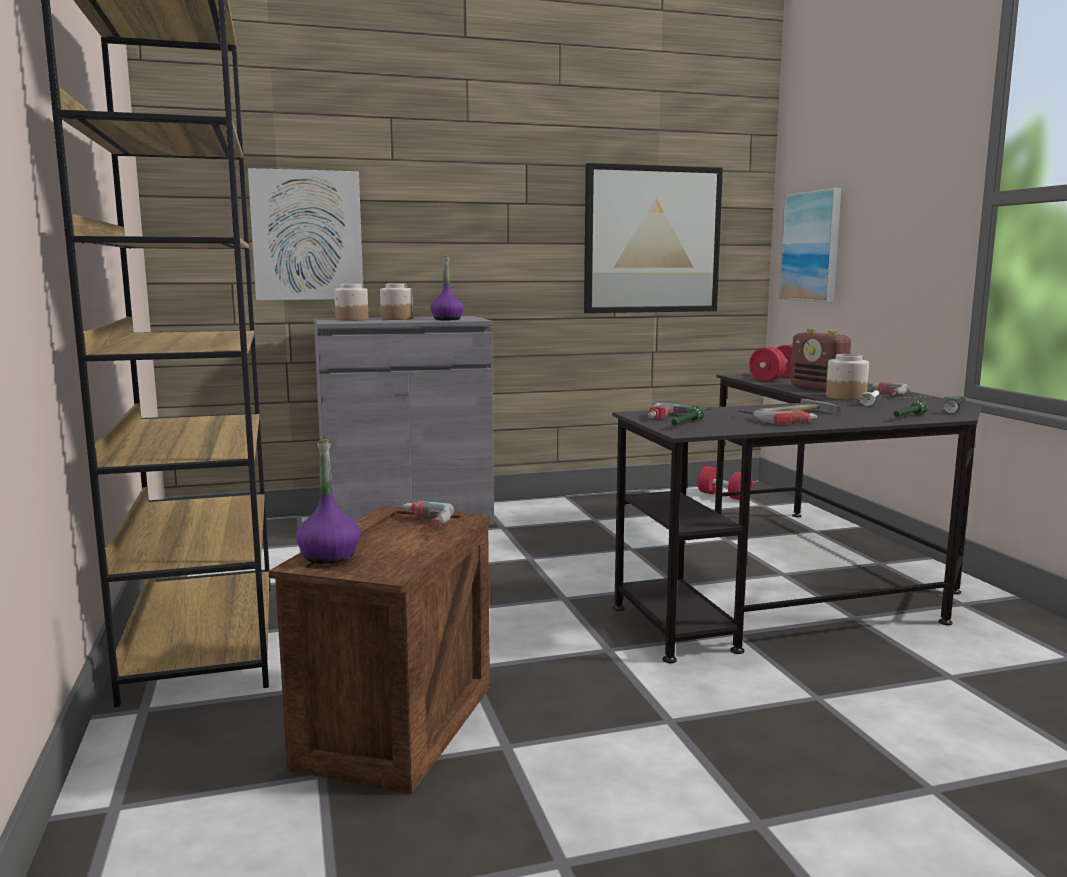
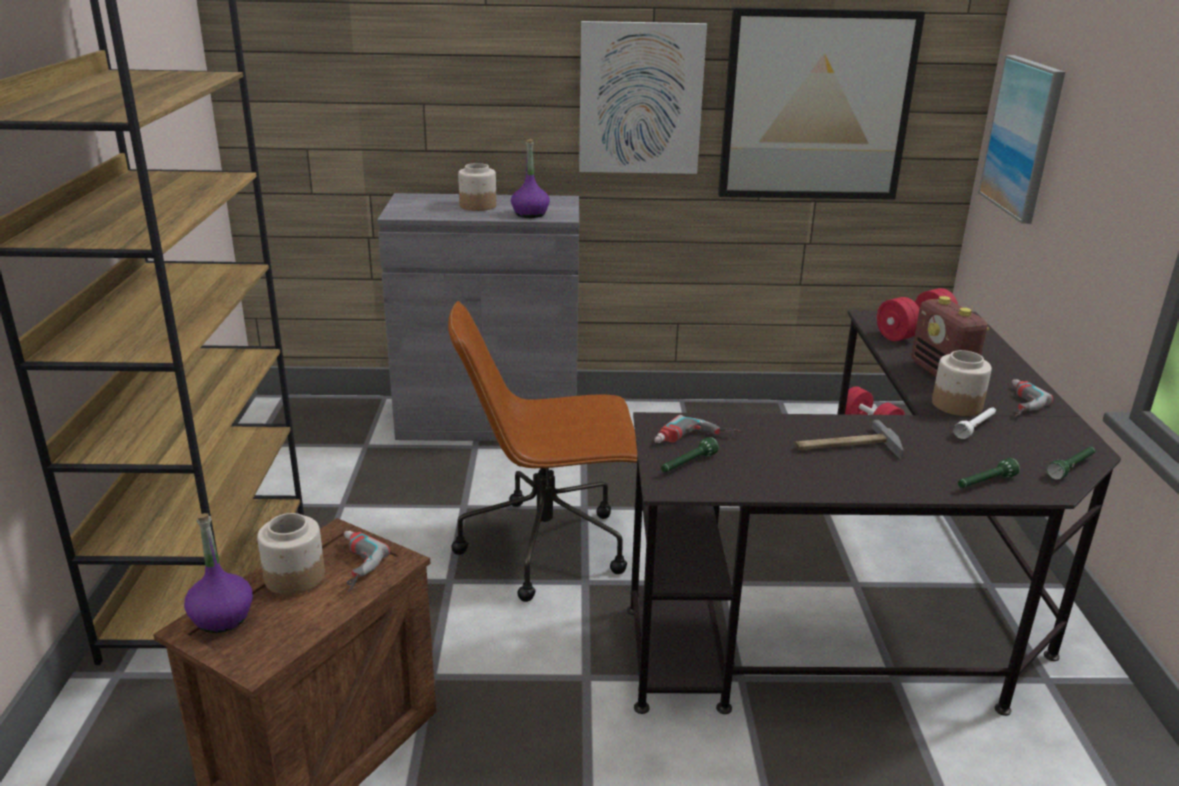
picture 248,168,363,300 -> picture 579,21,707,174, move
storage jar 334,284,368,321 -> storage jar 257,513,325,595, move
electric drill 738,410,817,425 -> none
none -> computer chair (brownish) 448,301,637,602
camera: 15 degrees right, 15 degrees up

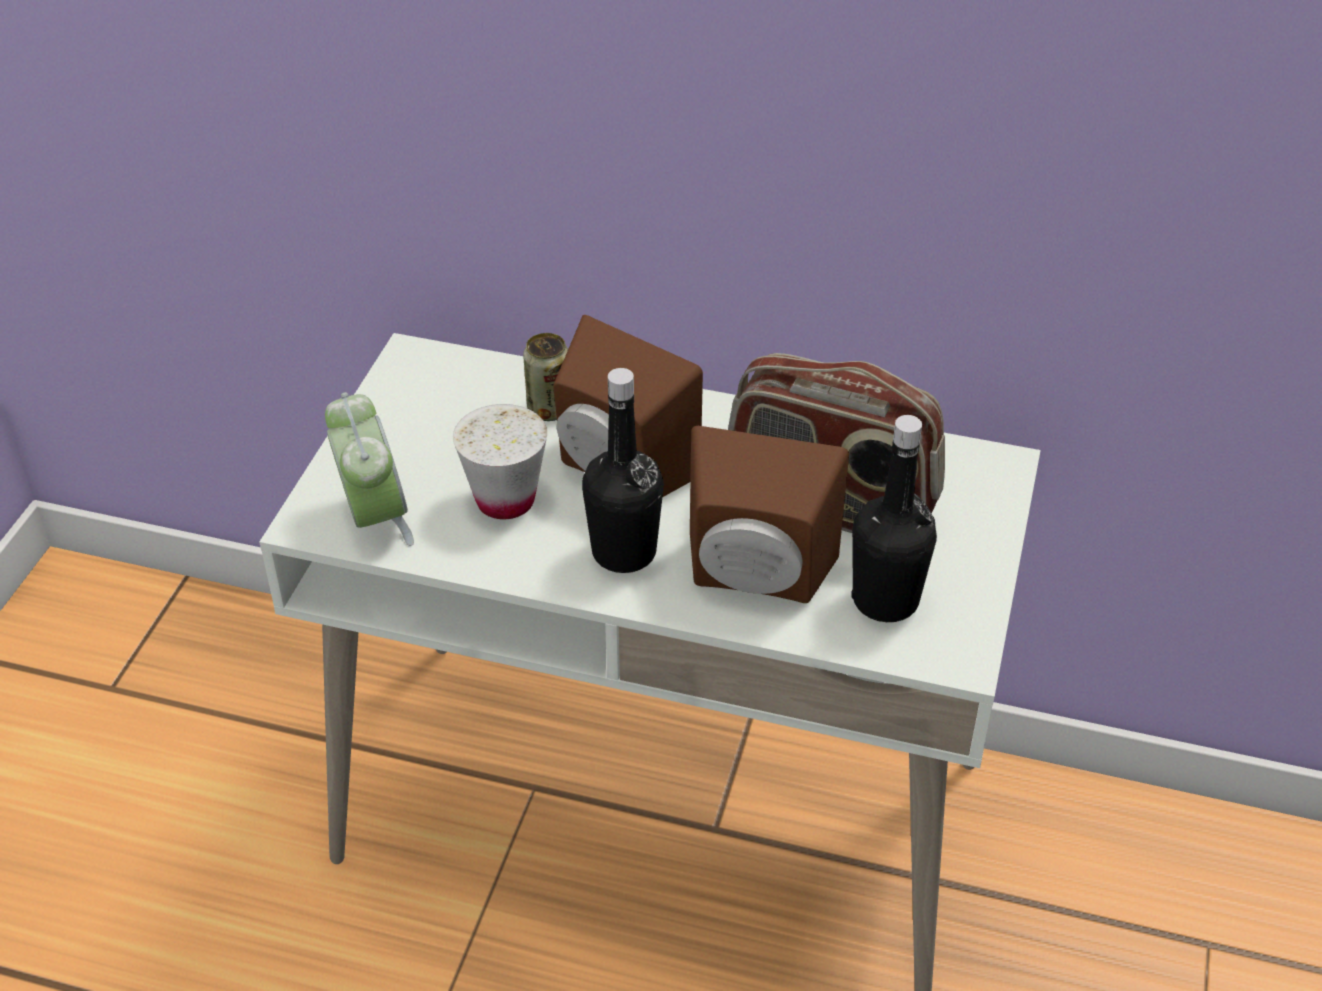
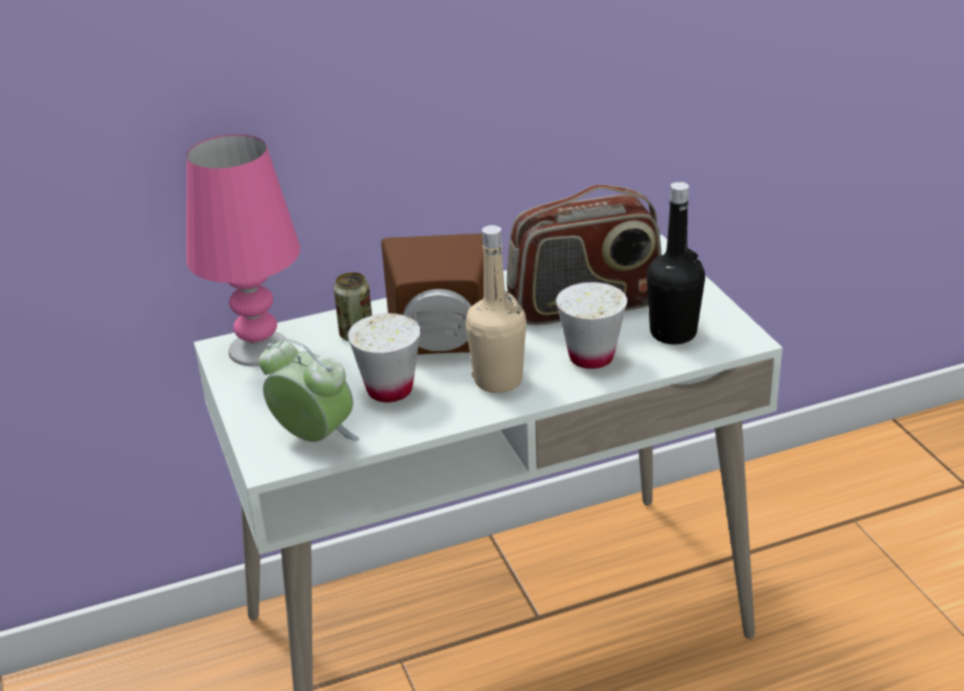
bottle (black) 582,368,664,573 -> bottle (beige) 465,225,526,393
audio speaker (brownish) 690,426,849,603 -> small cup (white-coloured) 556,282,627,369
none -> lamp for a table (pinkish) 186,134,300,366
camera: 35 degrees left, 10 degrees down

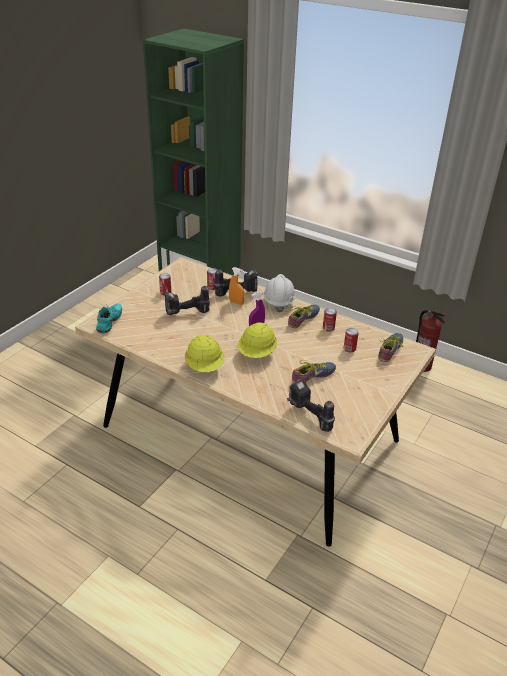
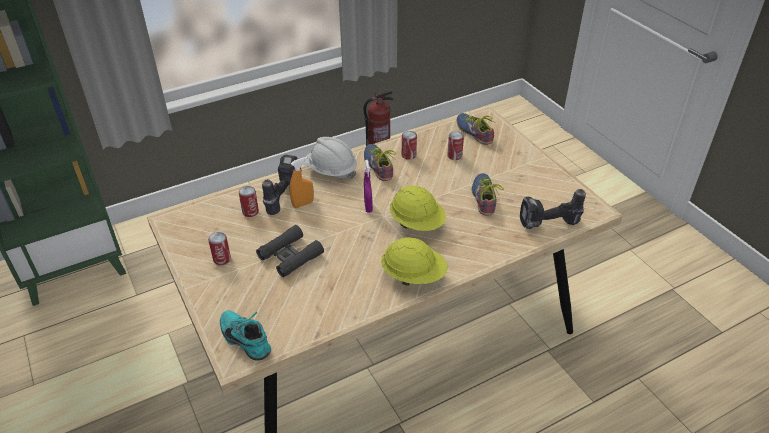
electric drill 164,286,210,315 -> field glasses (black) 256,225,324,277
camera: 60 degrees left, 5 degrees up

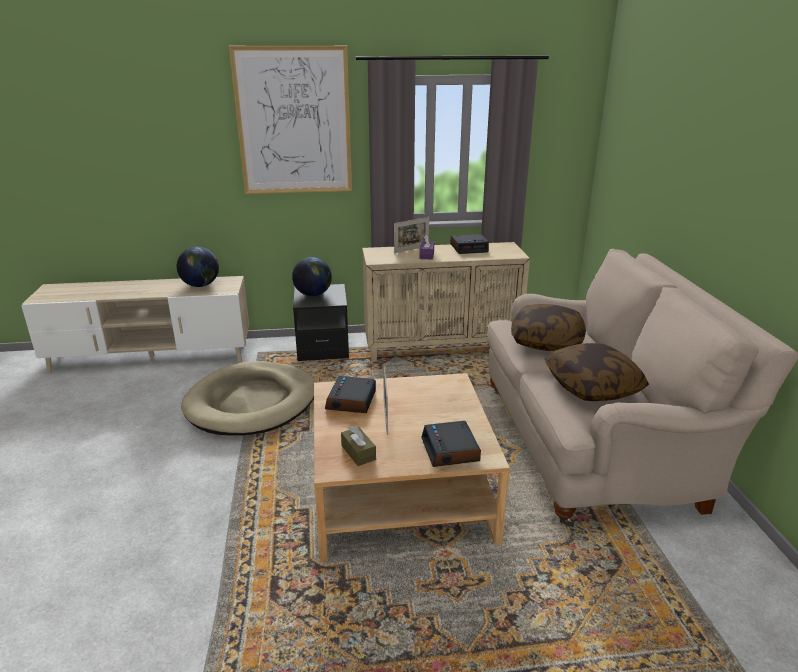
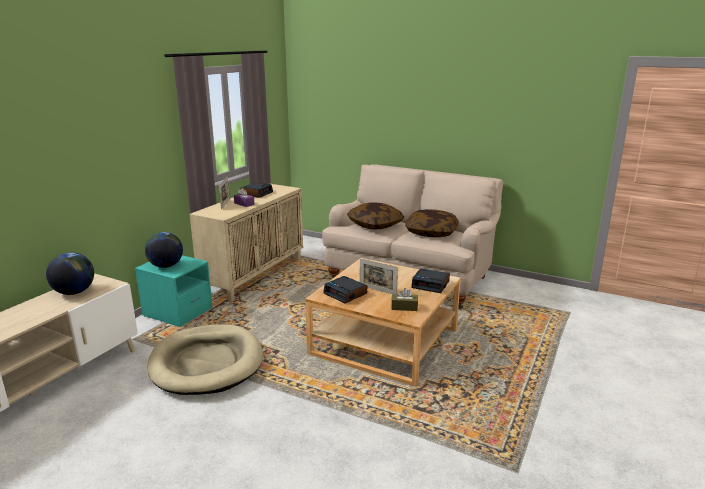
picture 229,46,352,194 -> none
nightstand (black) 293,284,349,361 -> nightstand (blue-green) 135,255,213,327
camera: 55 degrees left, 5 degrees down

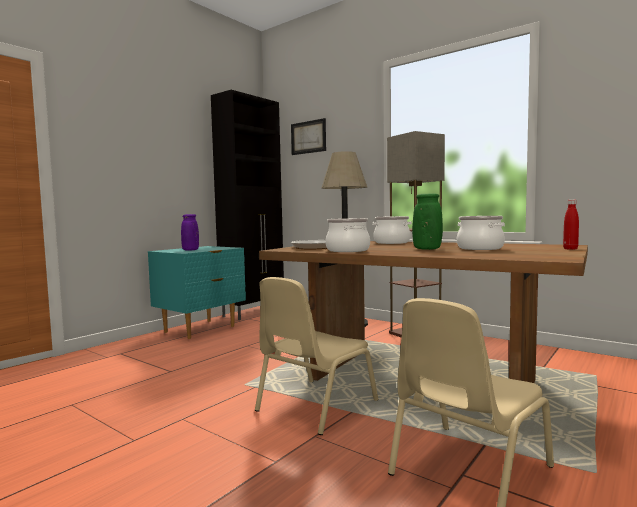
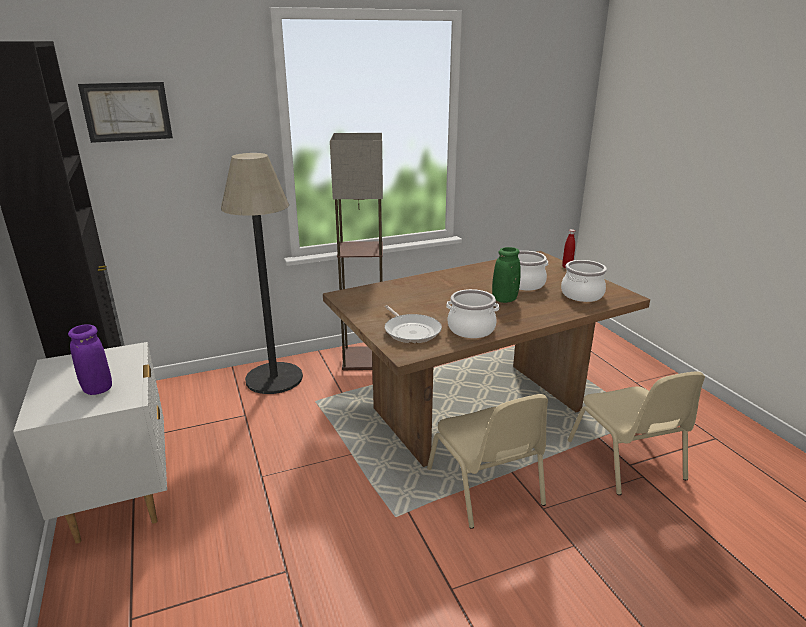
saucepot 372,216,412,244 -> saucepot 561,260,607,302, move
nightstand (blue-green) 148,246,246,339 -> nightstand (white-coloured) 13,342,167,544
camera: 60 degrees left, 20 degrees up

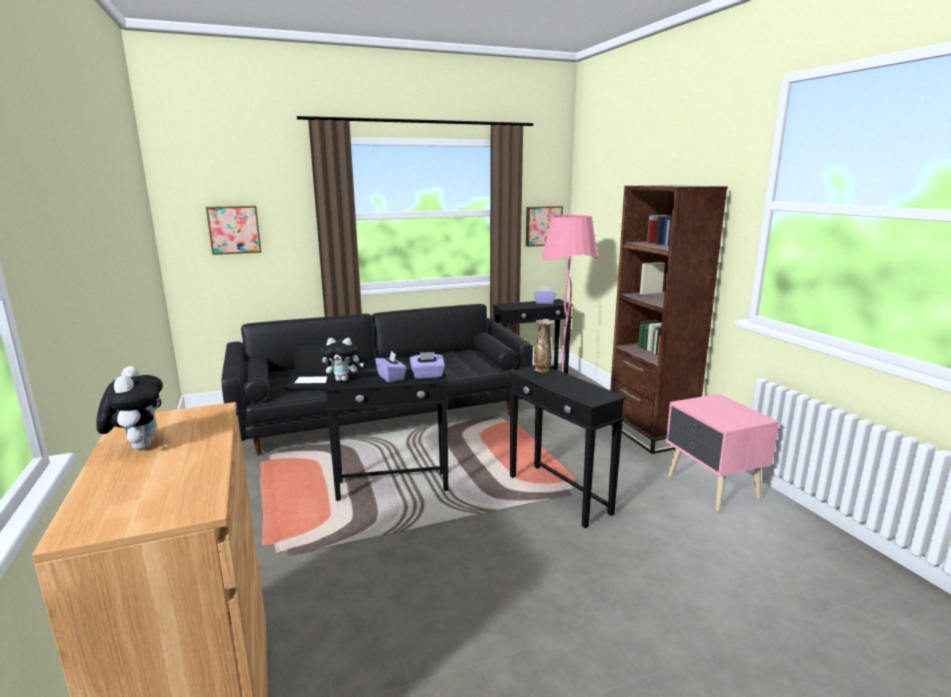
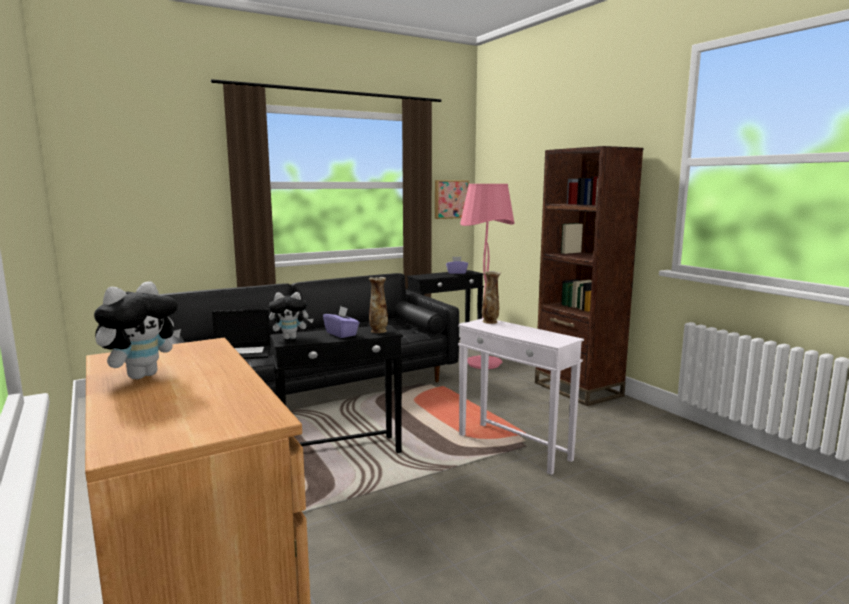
picture 206,206,262,255 -> none
box of tissues (purple) 410,352,445,379 -> flower vase 369,277,388,333
end table (black) 509,365,626,528 -> end table (white-coloured) 458,318,584,475
plush toy 96,366,163,450 -> plush toy 94,281,181,379, 60 degrees clockwise
nightstand (pinkish) 666,394,779,511 -> none
camera: 10 degrees left, 5 degrees down

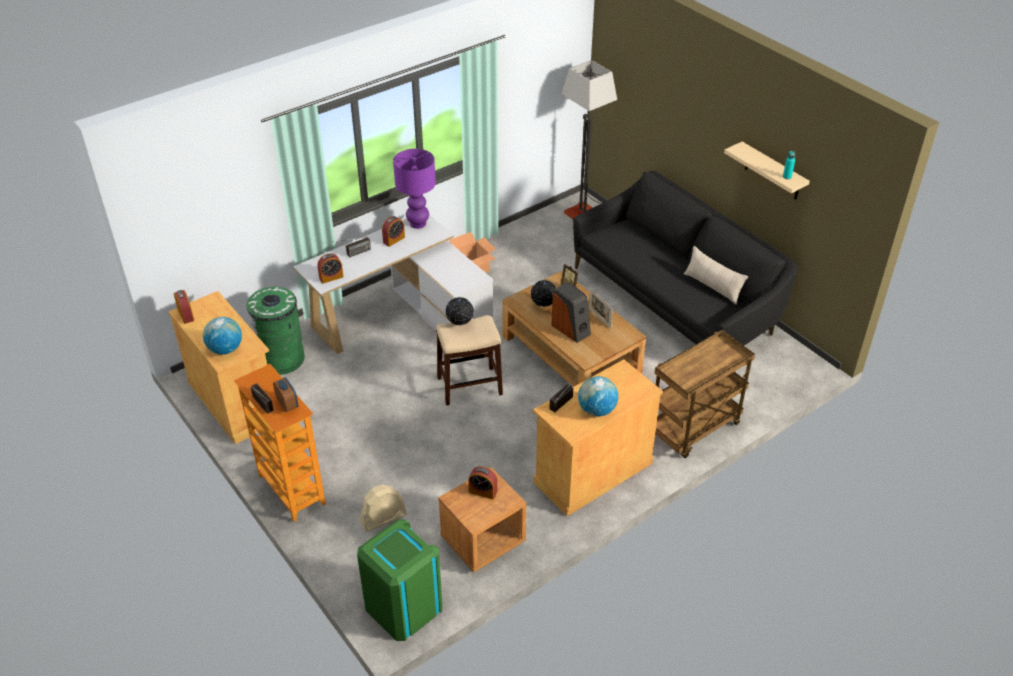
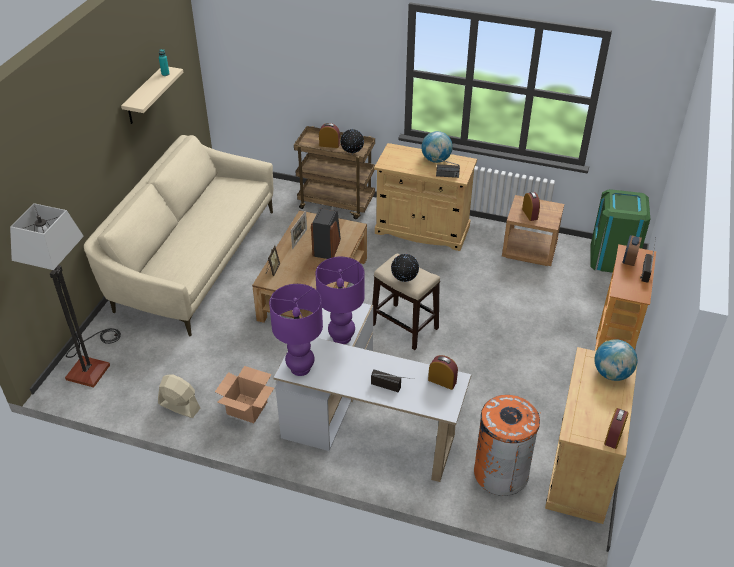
couch (black) 573,171,798,346 -> couch (beige) 84,135,273,336
alarm clock 382,216,405,247 -> alarm clock 319,123,340,148, move
pillow (beige) 684,246,748,305 -> none
desk globe 531,280,556,307 -> desk globe 340,129,364,154, move
rubbish bin (green-coloured) 246,287,305,375 -> rubbish bin (orange) 474,395,540,496
fan (beige) 360,484,407,532 -> fan (beige) 158,374,201,418, move
none -> lamp for a table (purple) 316,257,365,344
camera: 125 degrees left, 0 degrees up

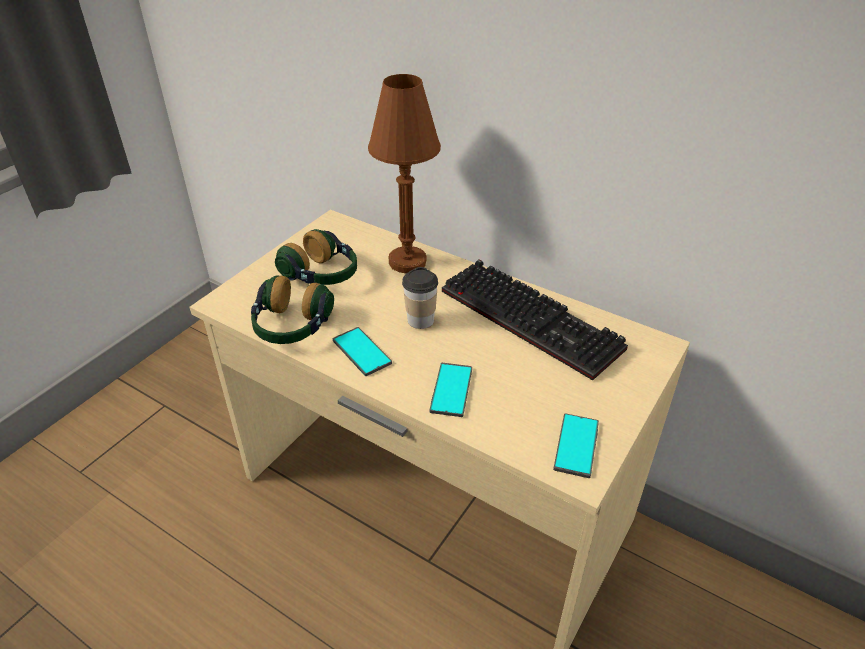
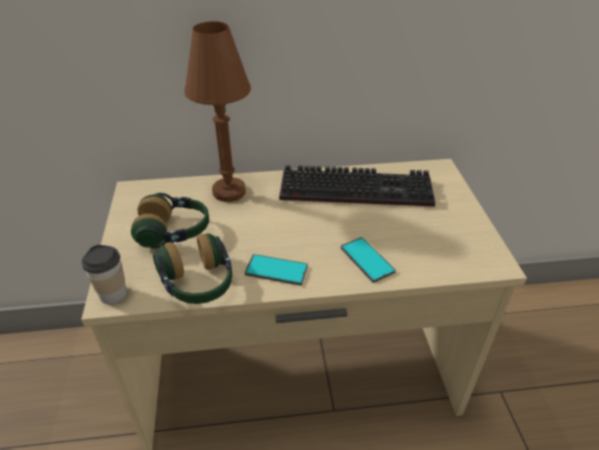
small cup 402,267,438,329 -> small cup 82,245,127,304, move
handset 553,413,599,478 -> none
camera: 40 degrees left, 0 degrees up

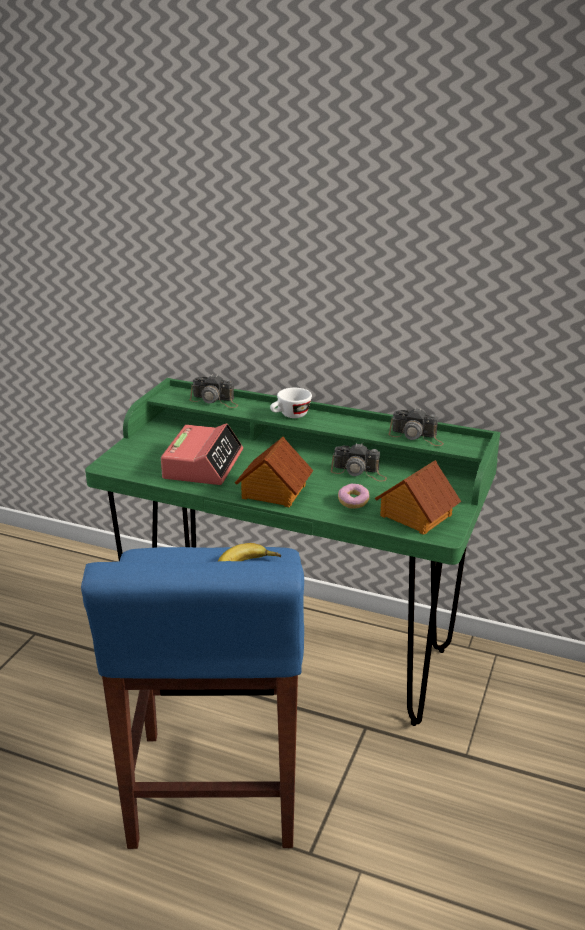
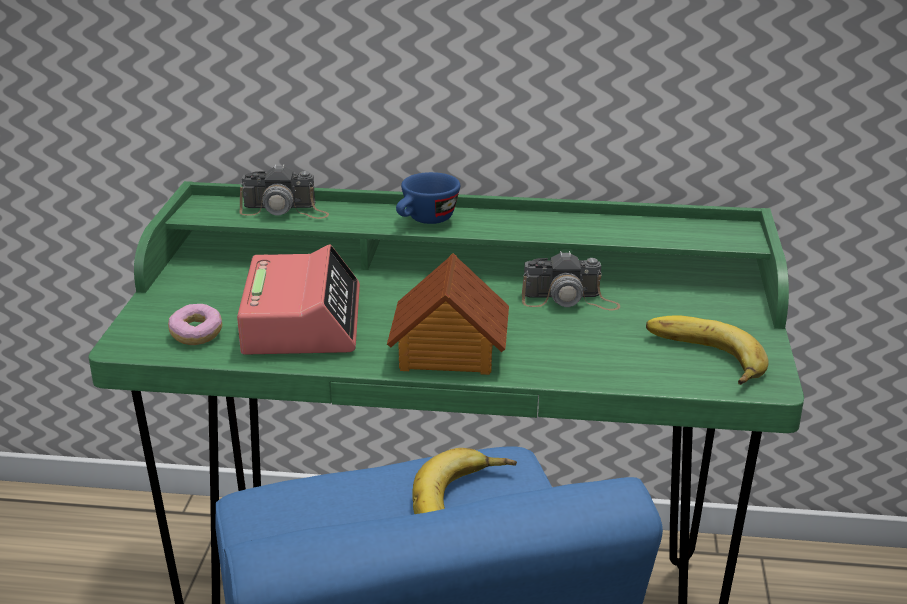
small cup (white-coloured) 270,388,312,418 -> small cup (blue) 396,172,460,224
still camera 388,408,444,446 -> none
model house 375,460,461,535 -> banana 646,315,769,385
donut 338,484,370,509 -> donut 168,304,222,345, move
camera: 15 degrees left, 0 degrees up

